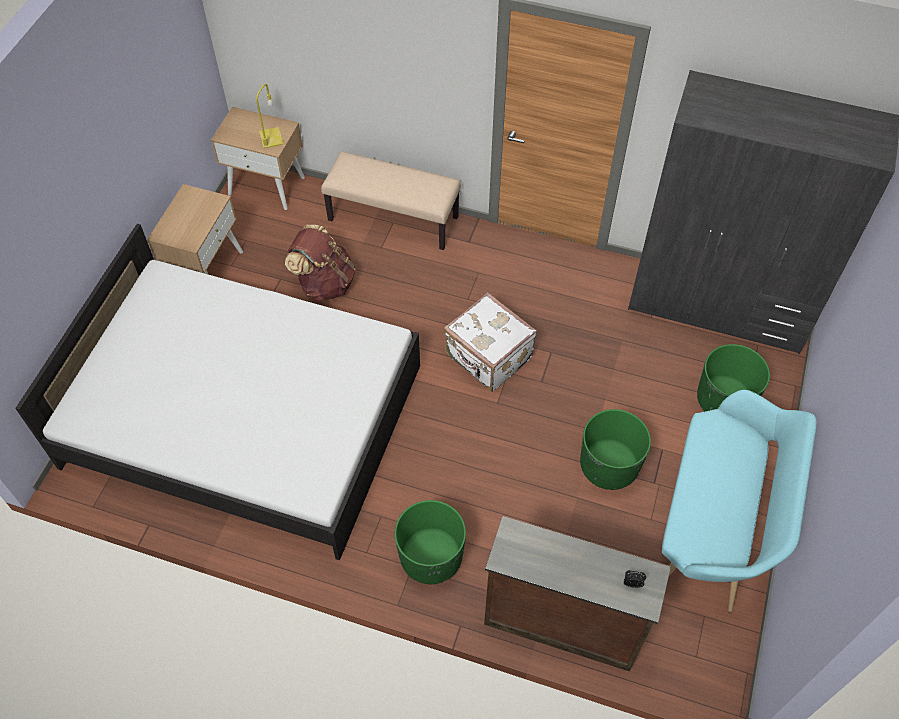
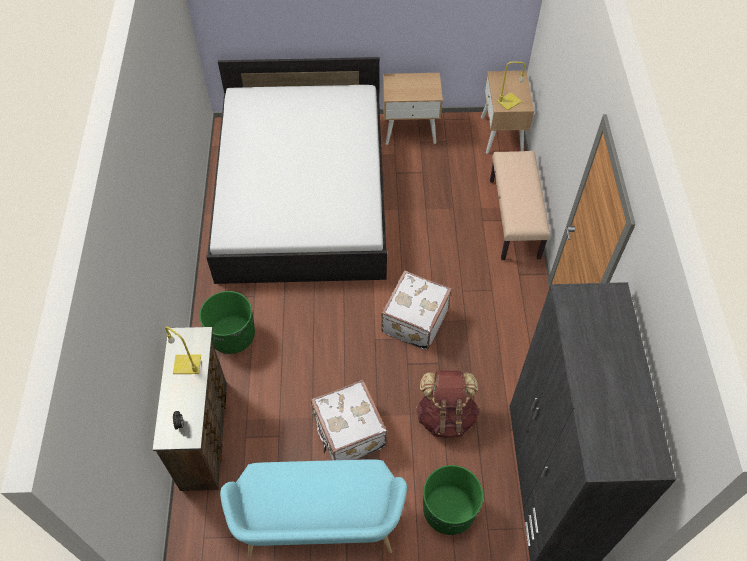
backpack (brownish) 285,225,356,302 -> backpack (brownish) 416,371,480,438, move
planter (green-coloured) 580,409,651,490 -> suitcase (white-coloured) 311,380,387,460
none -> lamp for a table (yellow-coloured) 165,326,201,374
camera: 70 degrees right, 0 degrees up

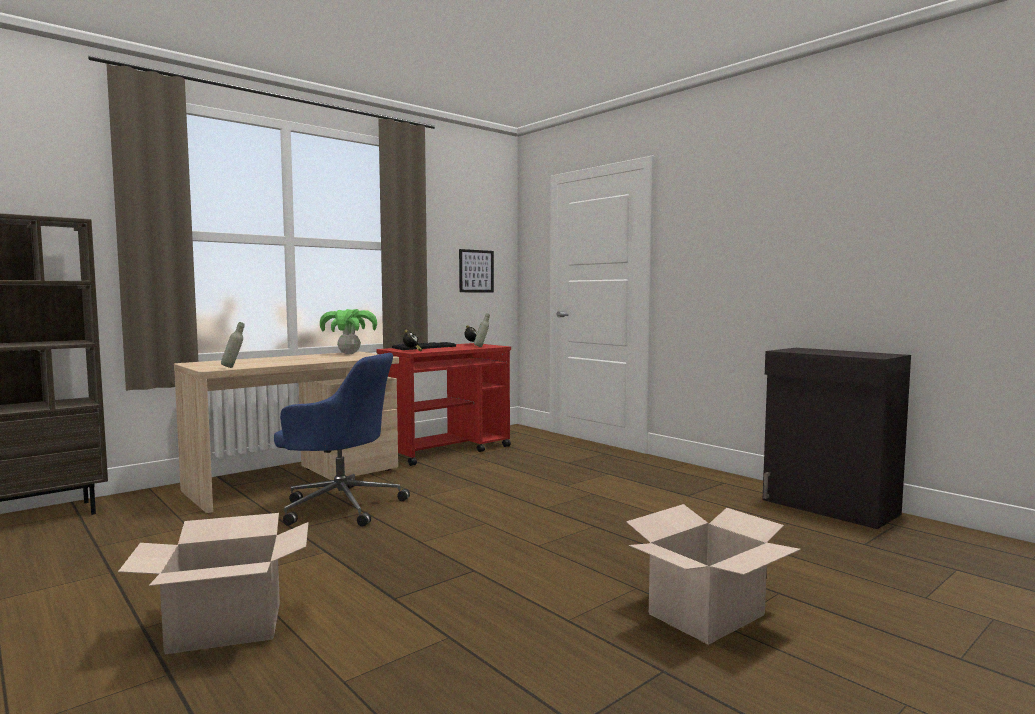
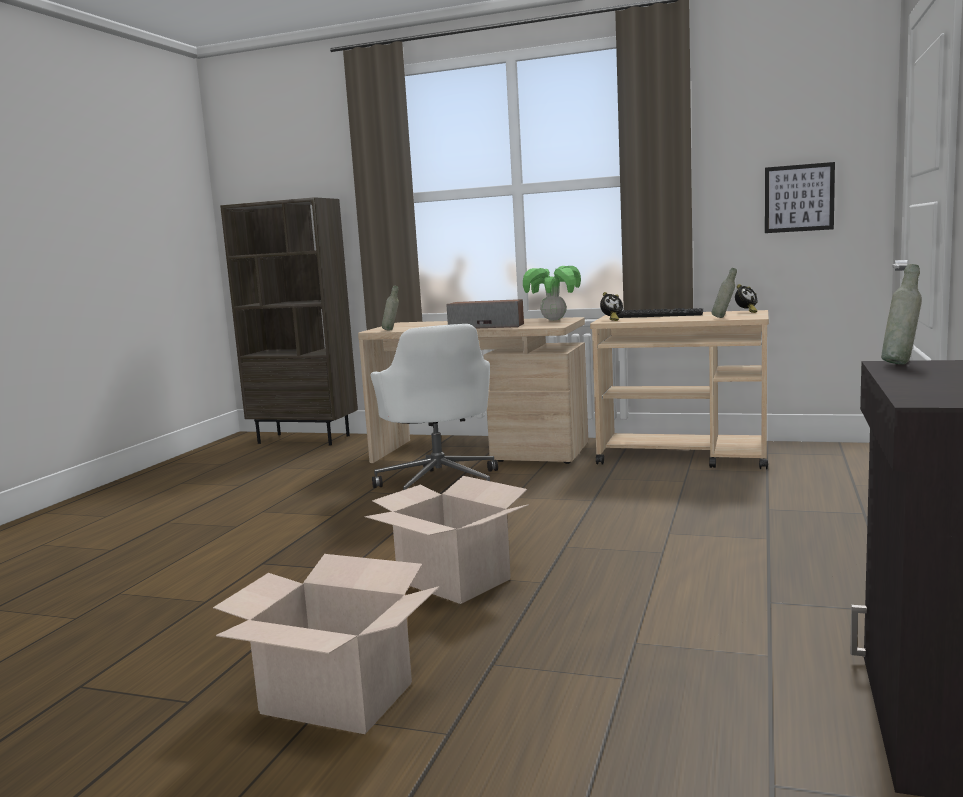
trolley (reddish) 376,343,511,466 -> trolley (beige) 590,310,769,469
computer chair (blue) 274,353,410,527 -> computer chair (white-coloured) 370,324,498,490
cardboard box 118,513,309,654 -> cardboard box 365,476,529,604, move
none -> bottle (grey) 881,264,922,364
none -> audio speaker 446,299,524,328
camera: 60 degrees right, 5 degrees up

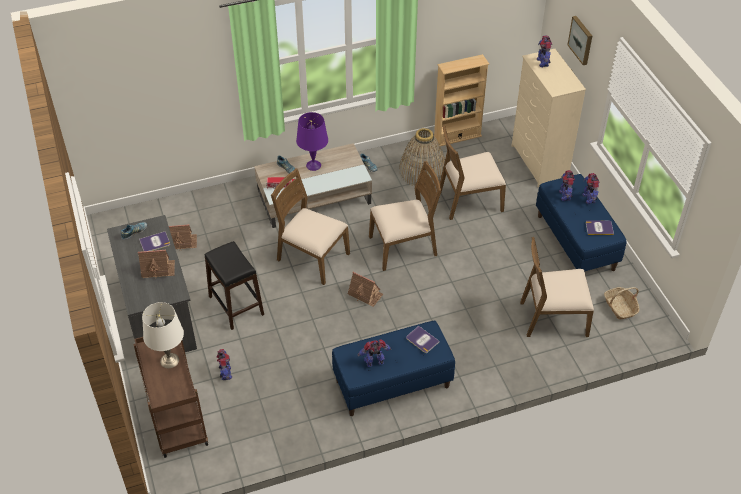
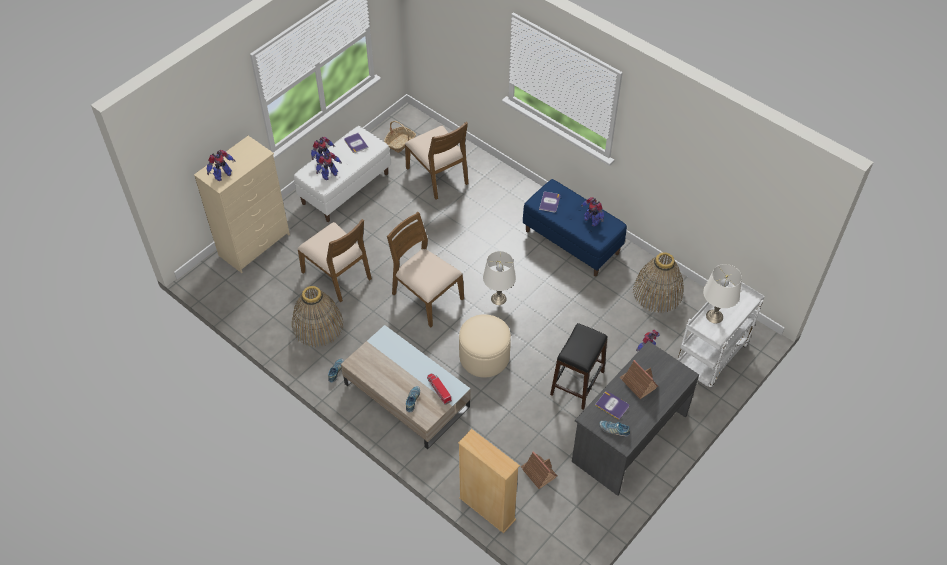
picture 568,16,592,65 -> none
bookcase (beige) 434,54,489,147 -> bookcase (beige) 458,429,520,534, move
lamp for a table (purple) 296,112,328,171 -> none
chair (brownish) 271,169,350,285 -> ottoman (beige) 459,314,511,378
indoor bench (blue) 536,174,626,272 -> indoor bench (white-coloured) 294,126,391,222
model house 348,272,383,307 -> lamp for a table (white-coloured) 483,251,516,305
trolley (brownish) 133,337,208,458 -> trolley (white-coloured) 677,282,765,388
none -> storage basket 633,252,684,313
camera: 120 degrees left, 5 degrees up

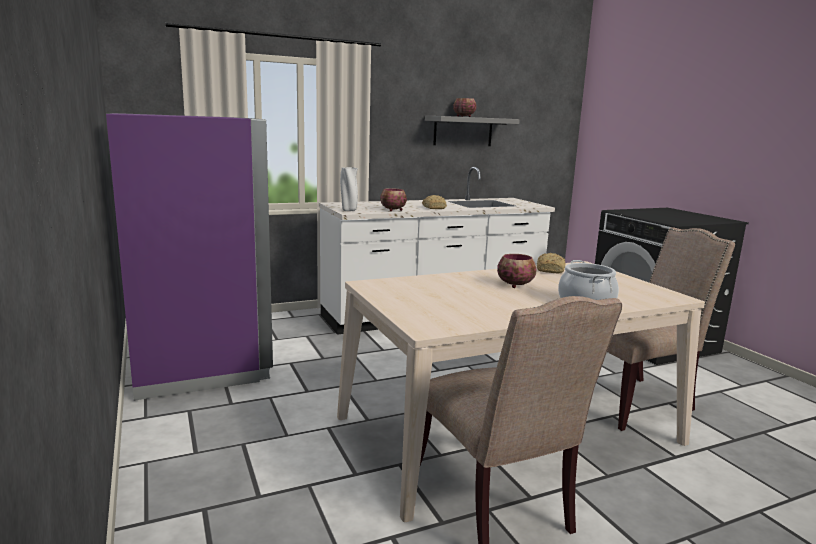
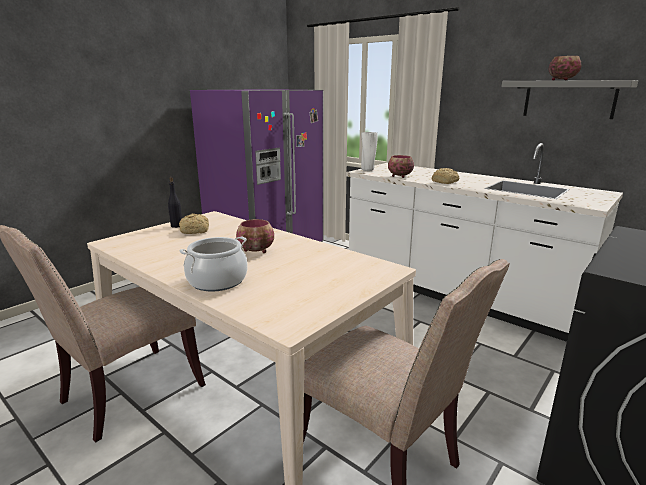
bakery bread 537,253,566,273 -> bakery bread 179,213,209,234, move
none -> bottle (black) 168,177,182,228
camera: 65 degrees right, 5 degrees up

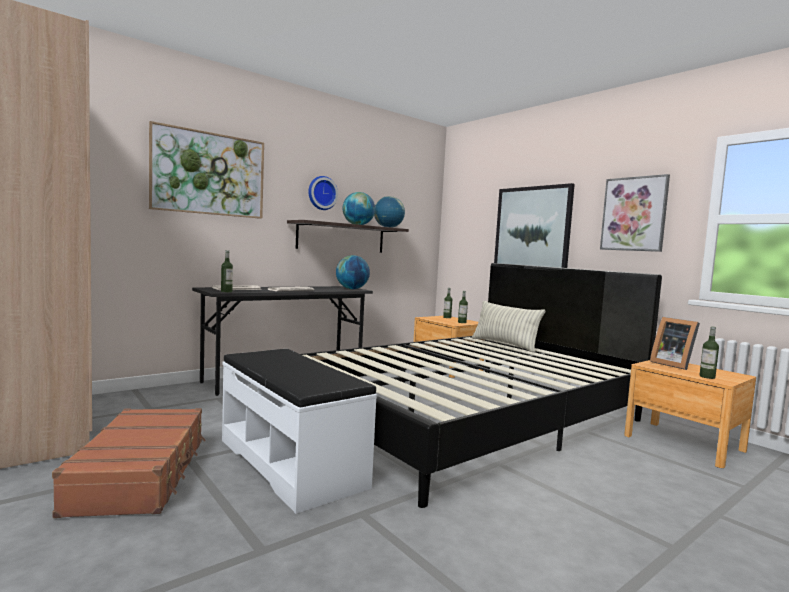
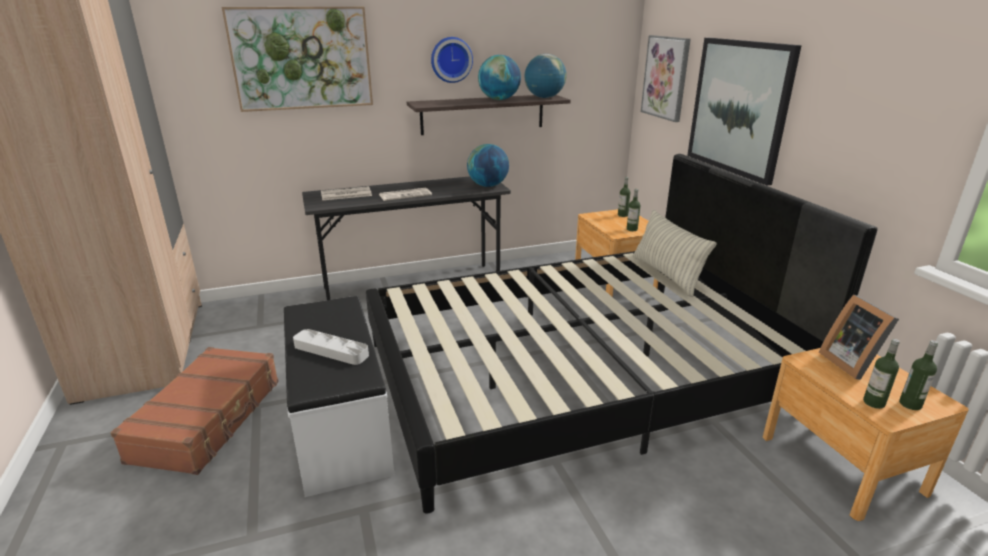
picture 600,174,670,252 -> picture 641,35,691,122, move
bottle 221,250,233,292 -> bottle 899,340,938,410, move
none -> tray (grey) 293,329,369,365
camera: 20 degrees right, 20 degrees up

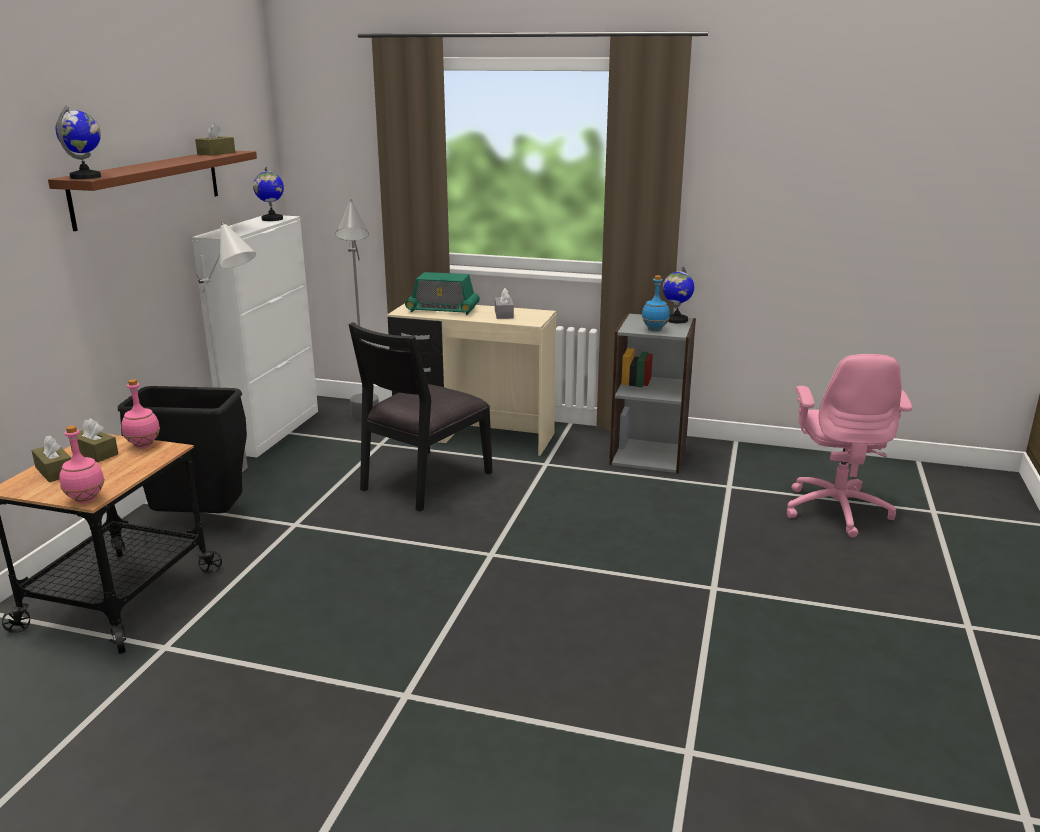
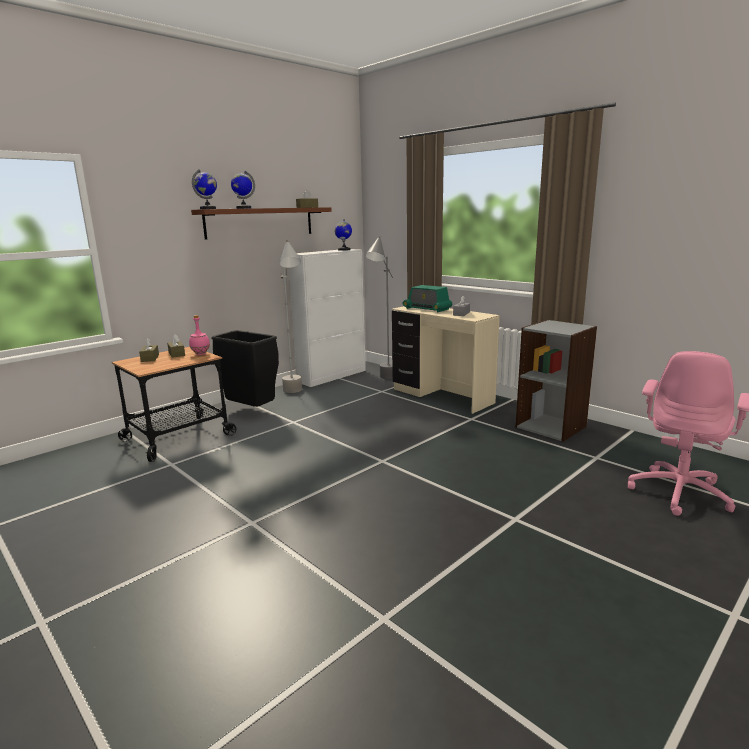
desk globe 663,267,694,324 -> desk globe 231,171,255,209, move
bottle (blue) 642,275,670,331 -> none
chair (black) 349,322,493,511 -> none
bottle (pinkish) 59,426,105,503 -> none
camera: 30 degrees right, 5 degrees down

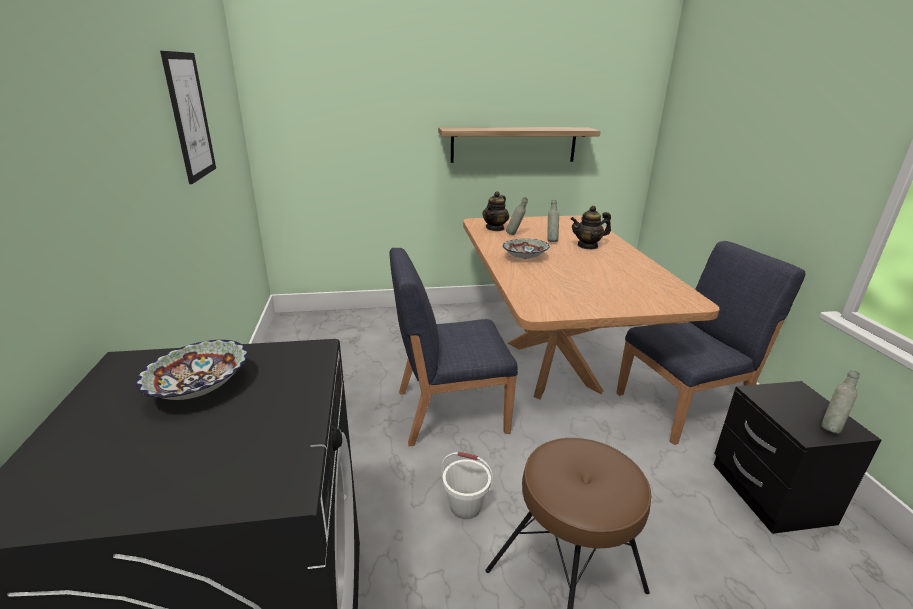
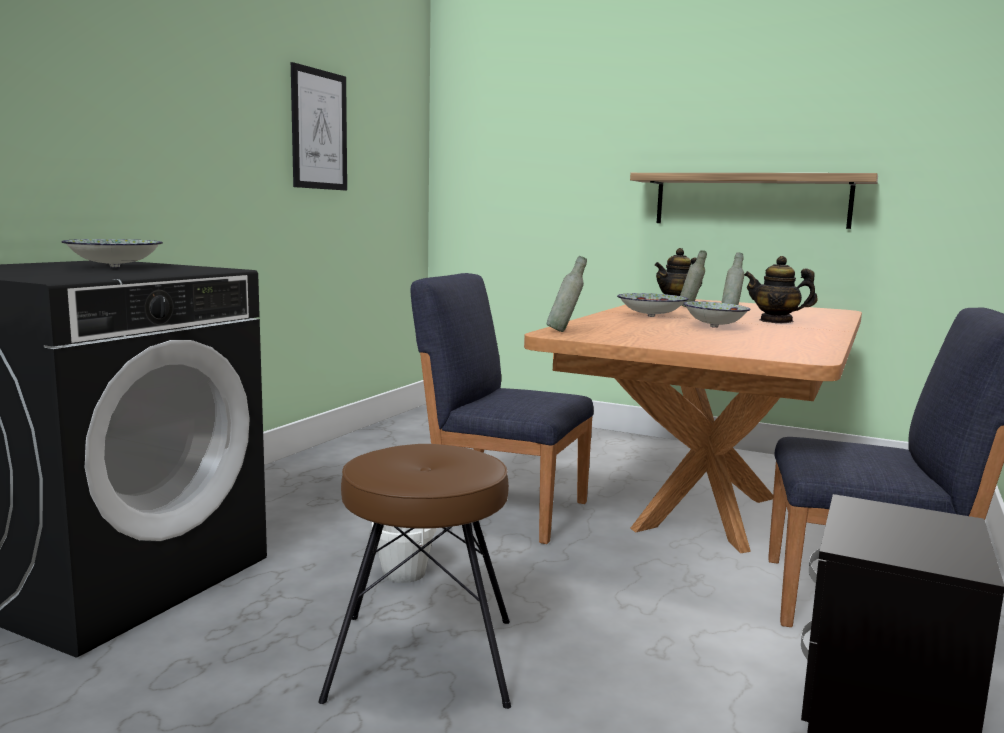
bottle (grey) 821,370,860,434 -> bottle (grey) 547,256,587,332, move
none -> bowl 683,301,750,328
camera: 35 degrees right, 15 degrees down

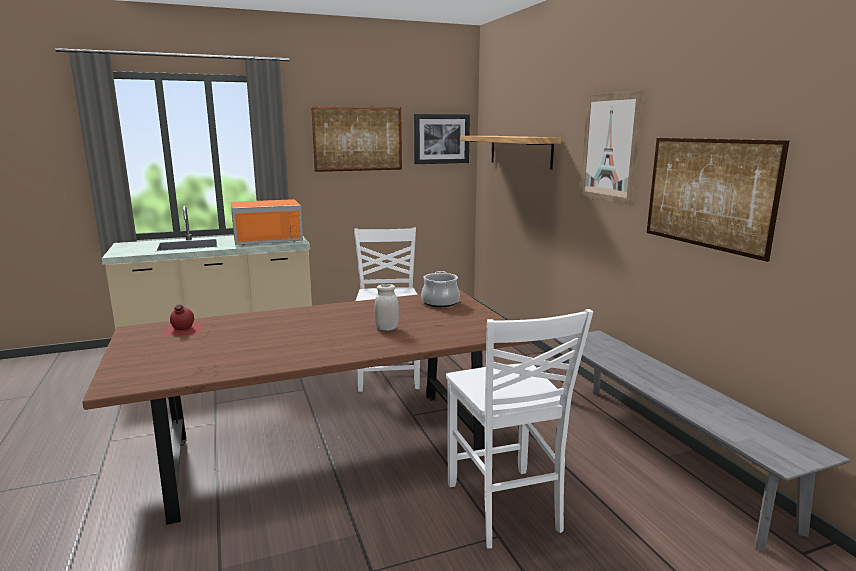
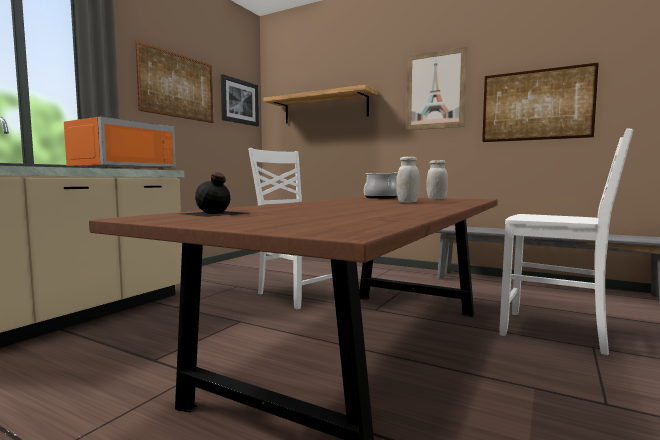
bottle (reddish) 160,305,204,337 -> bottle (black) 181,172,249,217
none -> storage jar (white-coloured) 426,160,448,199
camera: 40 degrees left, 10 degrees down

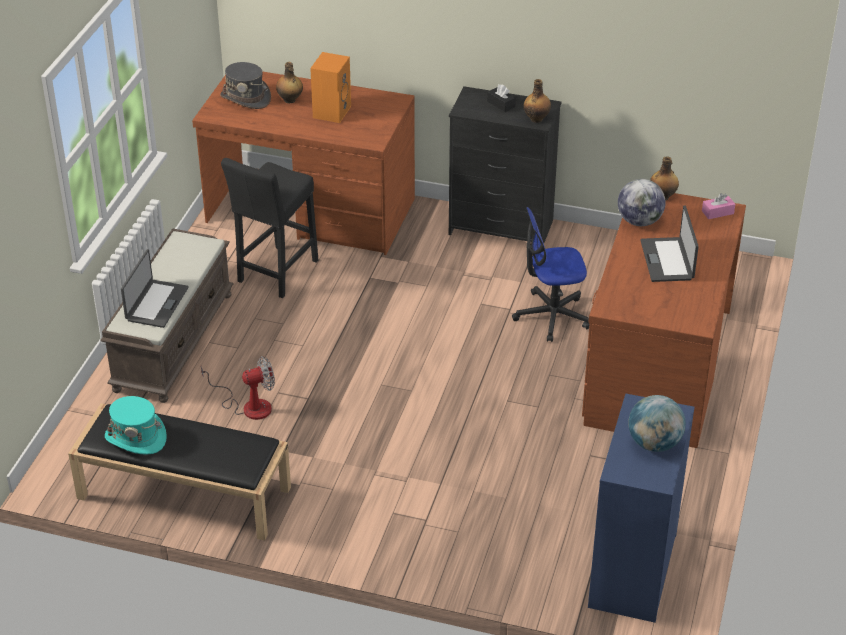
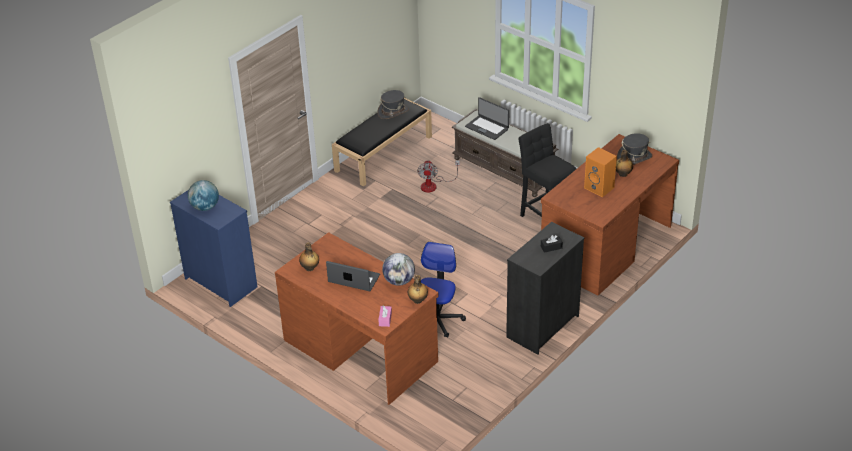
bottle 524,79,551,123 -> bottle 299,243,319,271, move
hat (blue-green) 105,396,167,455 -> hat (grey) 377,90,409,119
camera: 115 degrees right, 0 degrees up

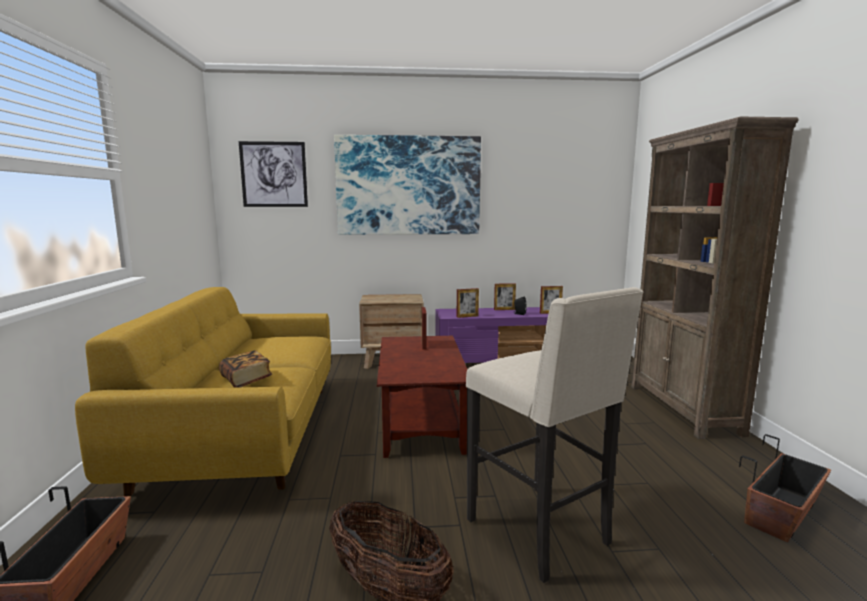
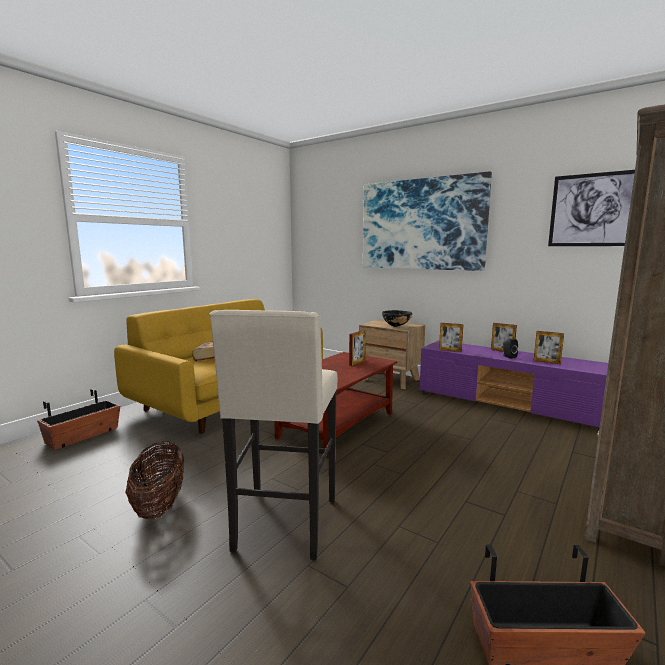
picture 239,141,308,207 -> picture 548,170,635,246, move
none -> bowl (black) 382,310,412,327
camera: 40 degrees right, 0 degrees up

